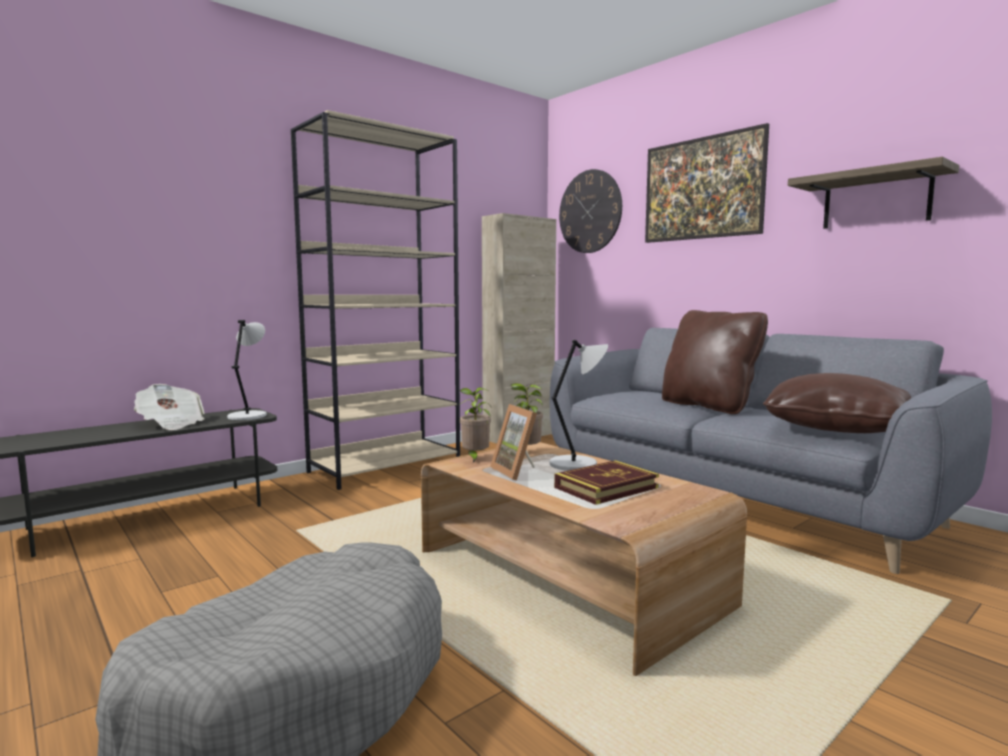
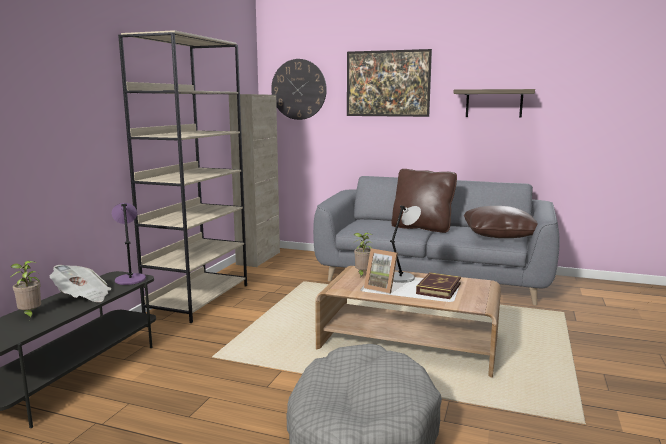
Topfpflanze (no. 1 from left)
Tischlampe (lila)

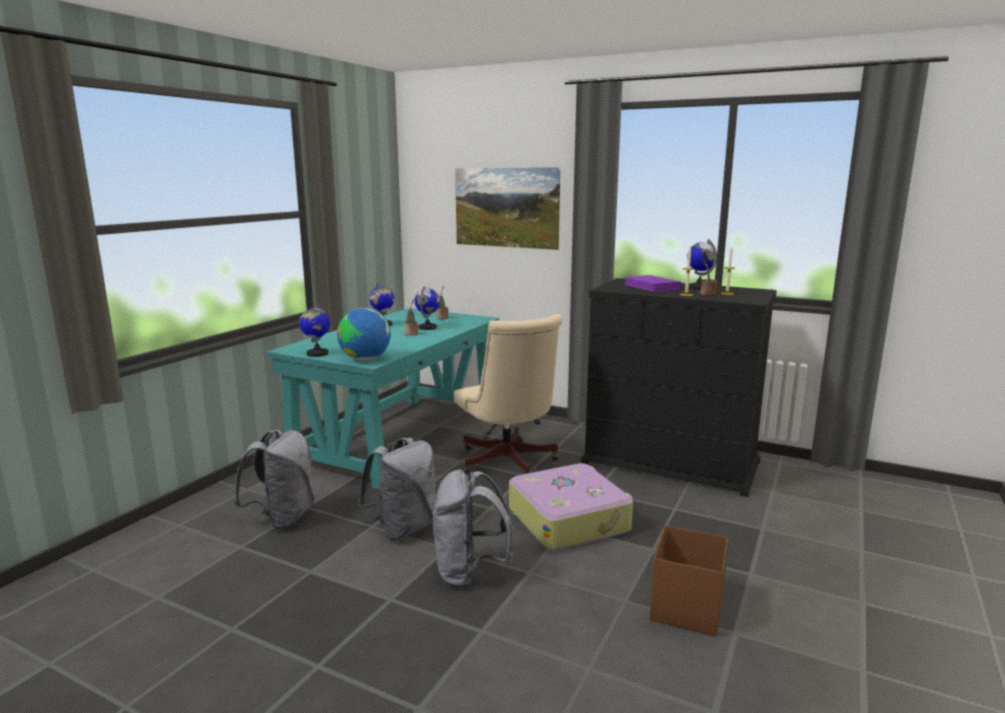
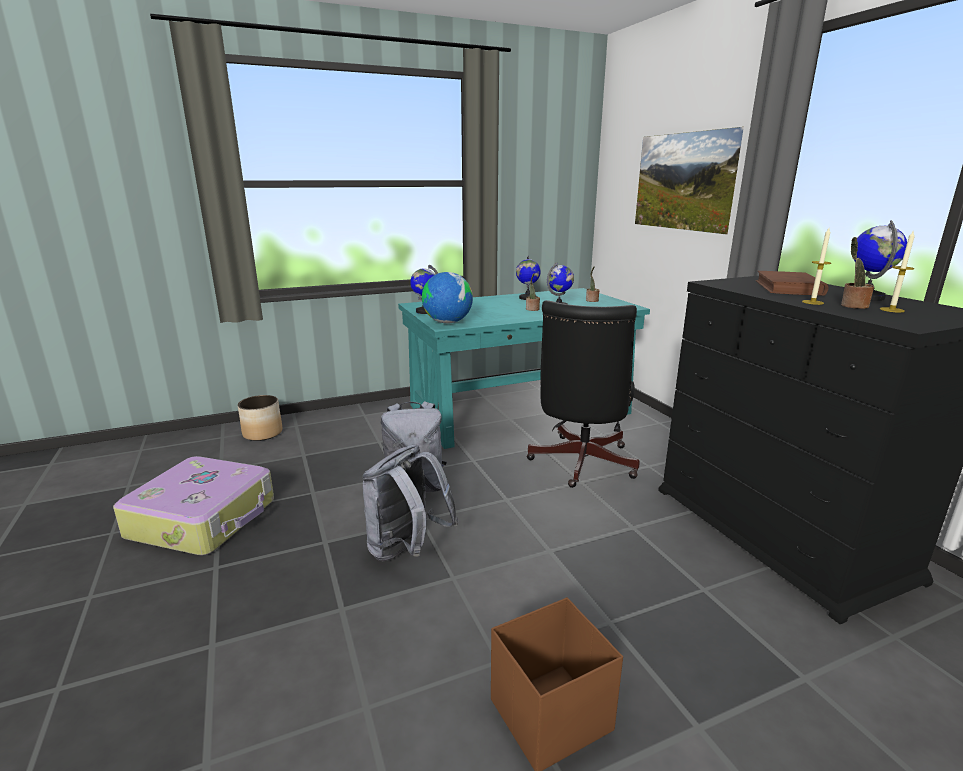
Rucksack (grau) (no. 1 from left in the first image)
Pflanzkübel
Koffer
Bürostuhl (schwarz)
Buch (braun)

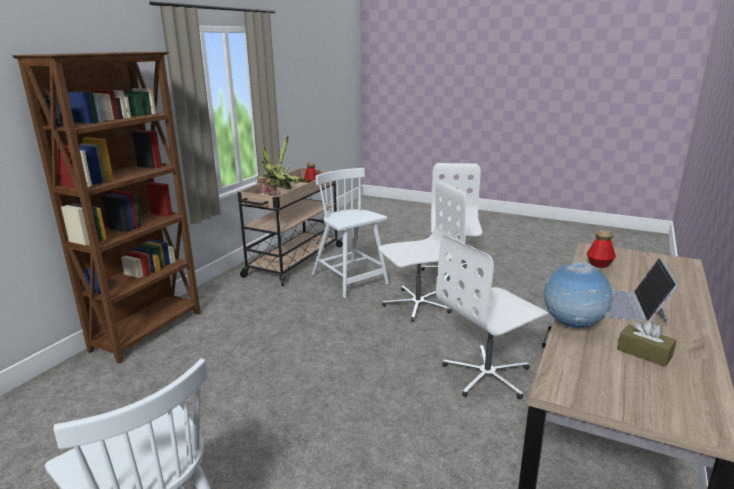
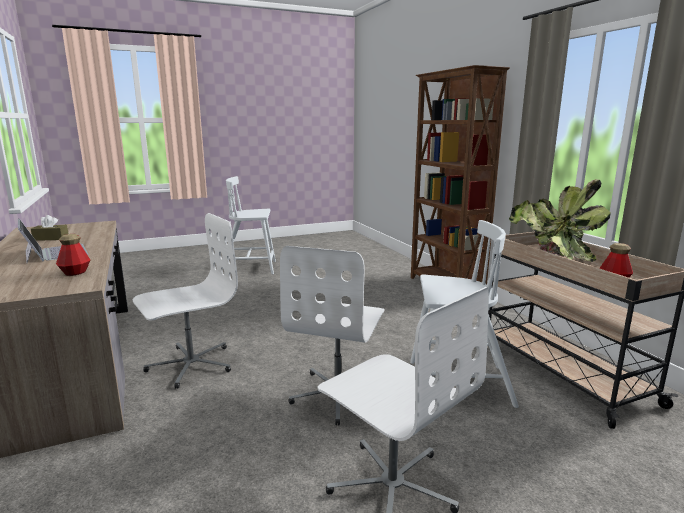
Globus
Bürostuhl (weiß) (no. 1 from left)

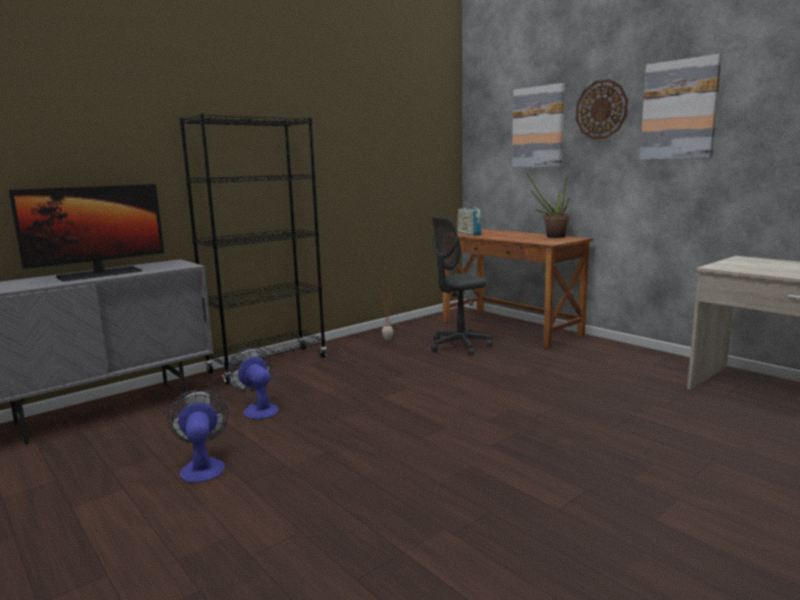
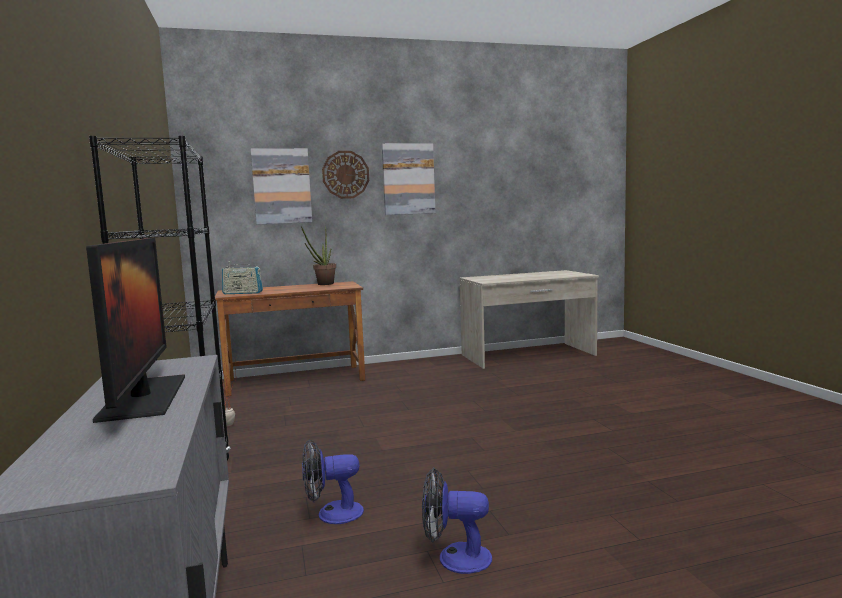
Bürostuhl (grau)

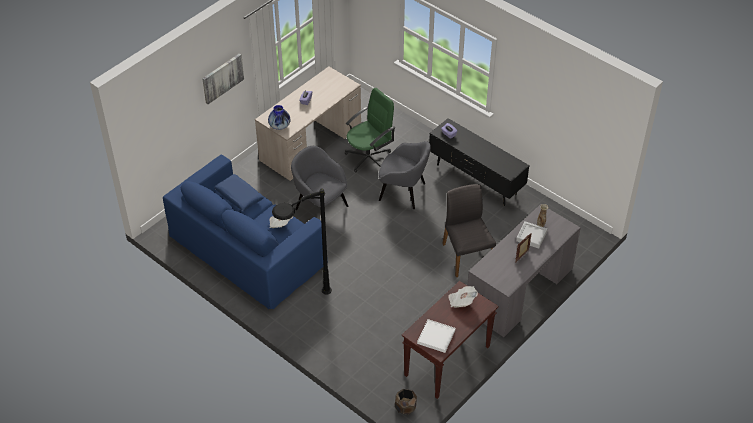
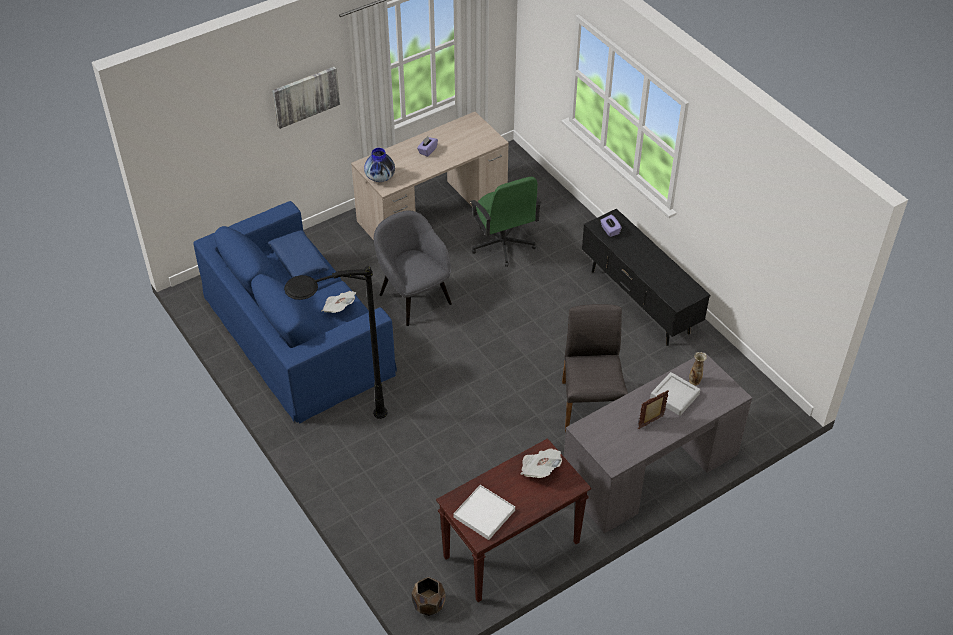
Sessel (grau) (no. 2 from left in the first image)
Bürostuhl (grün)

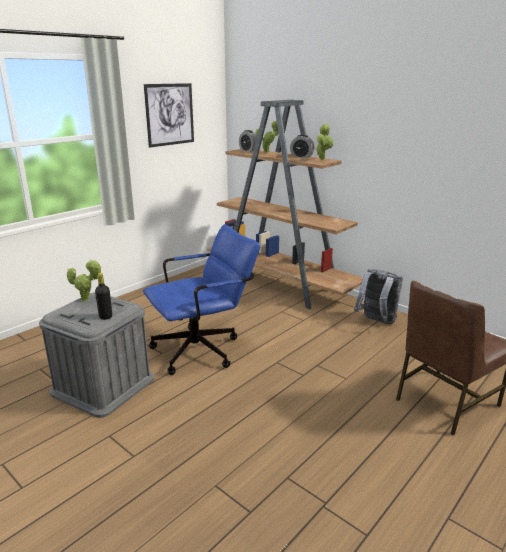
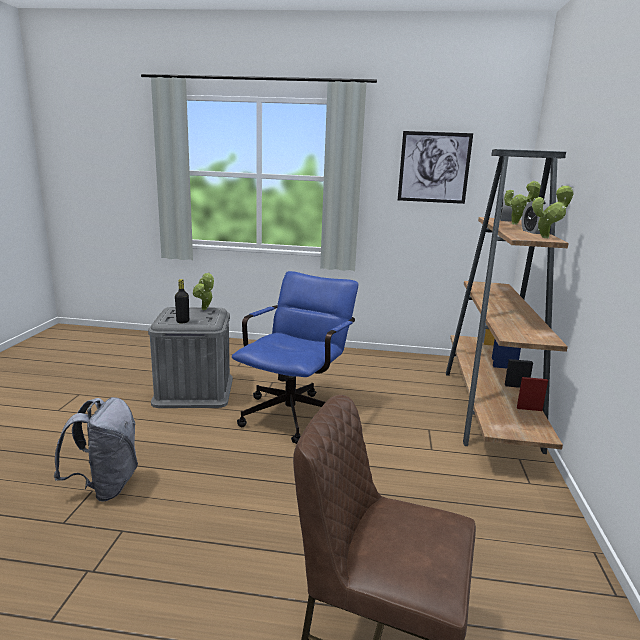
Rucksack (grau)
Bürostuhl (blau)

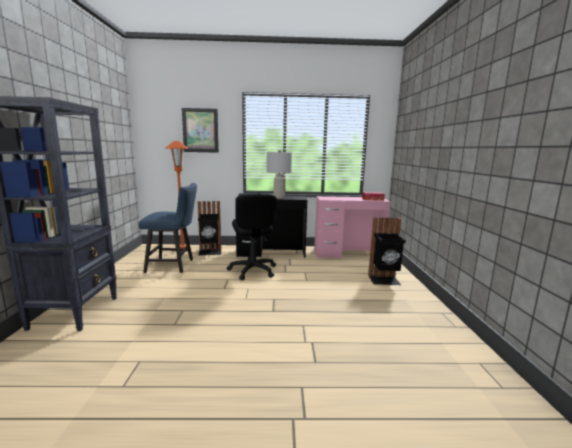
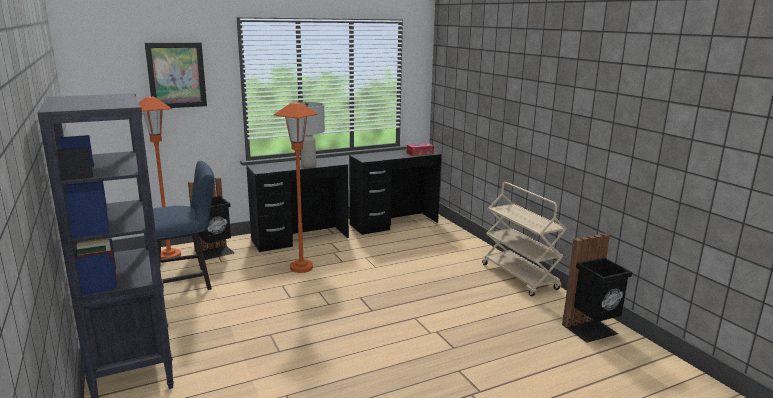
Rollwagen (beige)
Mülleimer (schwarz) (no. 2 from left)
Stehlampe (orange) (no. 2 from left)
Schreibtisch (schwarz) (no. 2 from left)

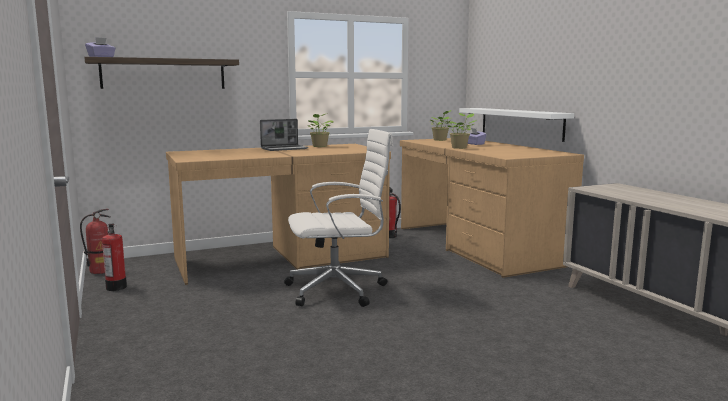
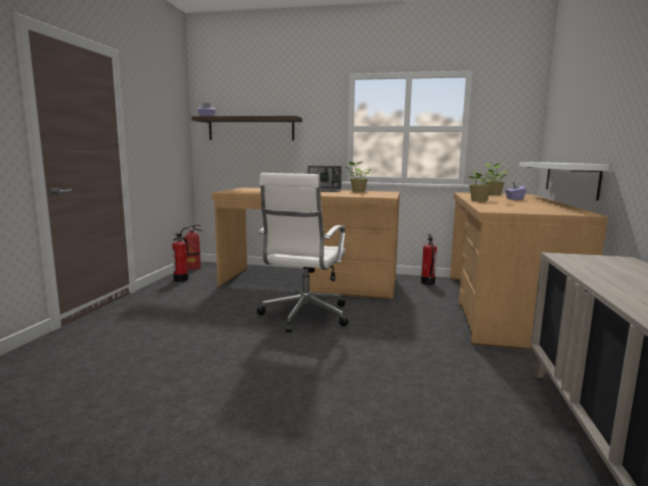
Bürostuhl (weiß)

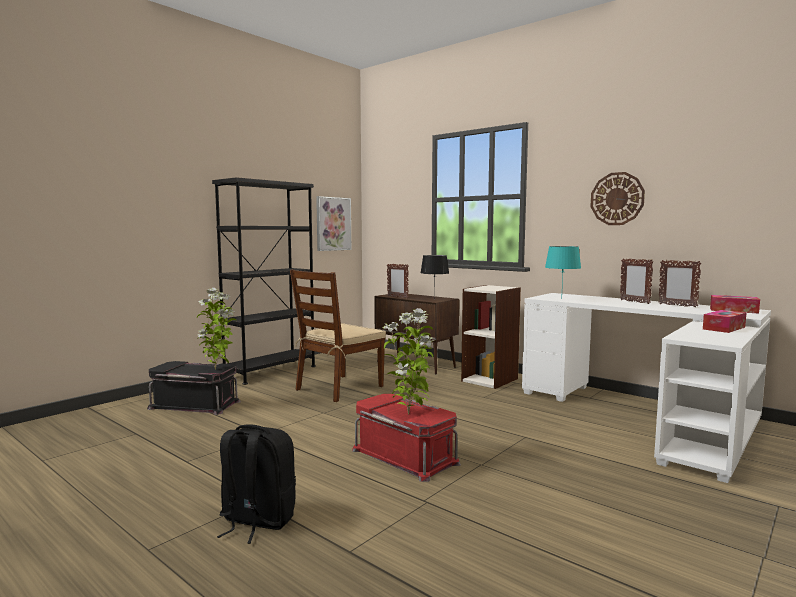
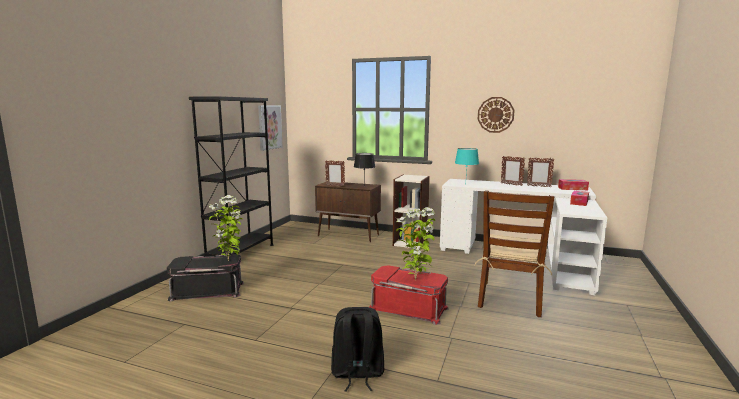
Stuhl (braun)

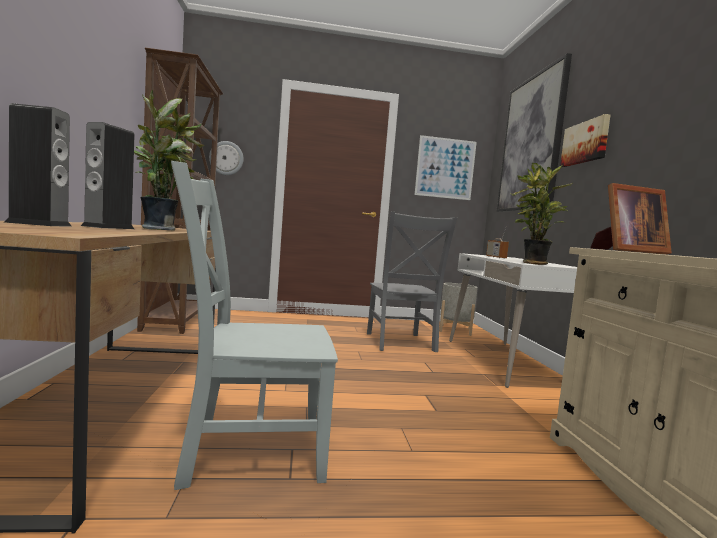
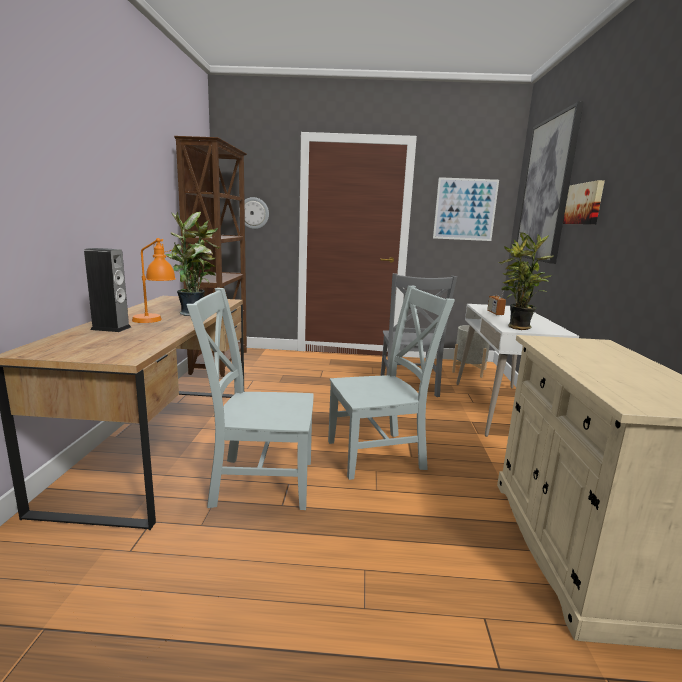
Bilderrahmen
Stuhl (grau) (no. 2 from left)
Tischlampe (orange)

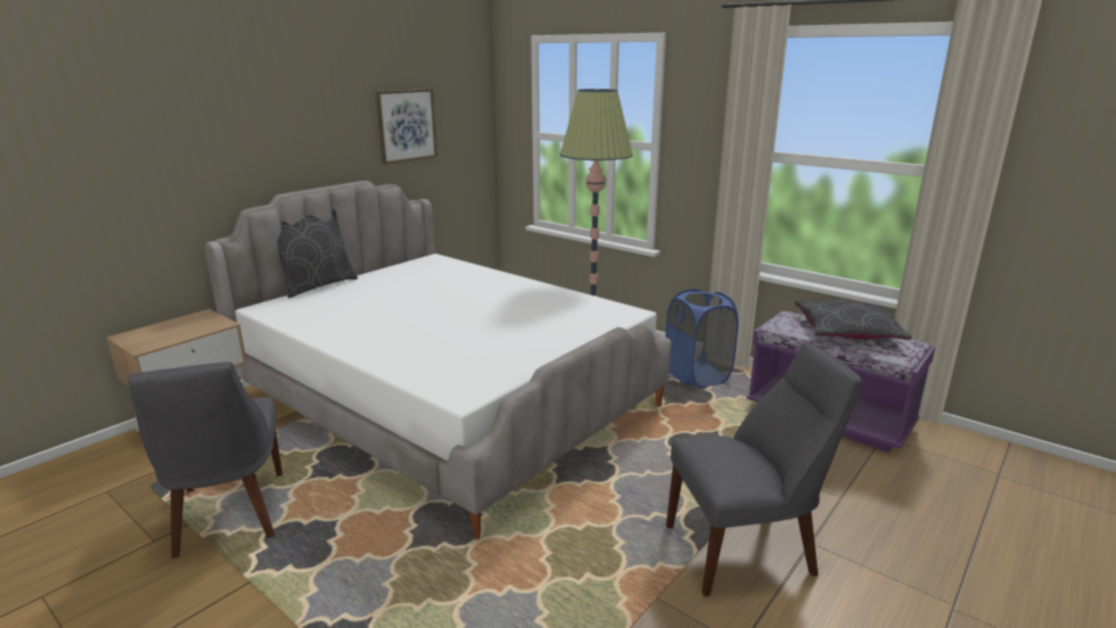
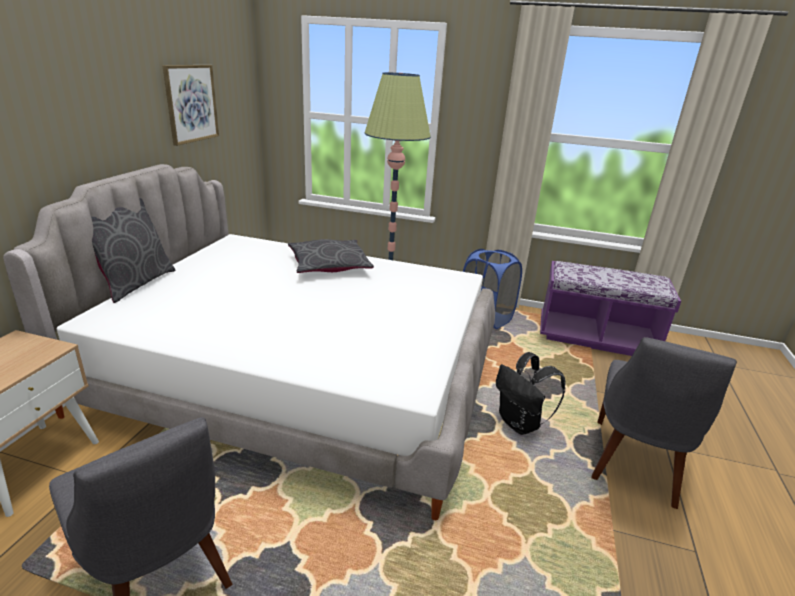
Rucksack (schwarz)
Kissen (grau) (no. 2 from left)
Stuhl (grau) (no. 2 from left)

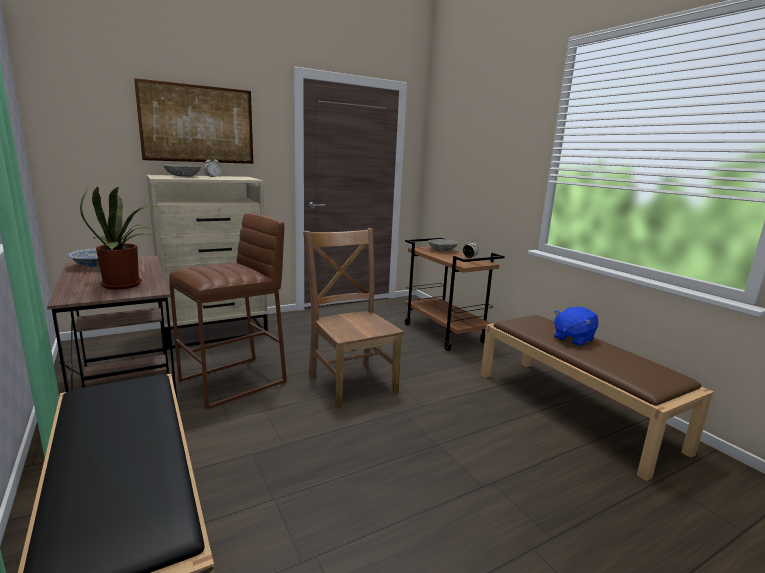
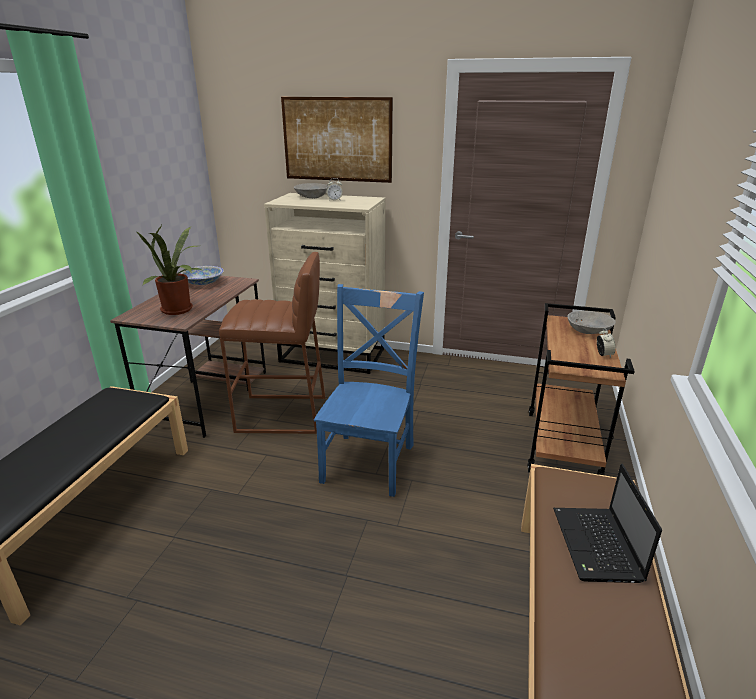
Laptop
Stuhl (blau)

